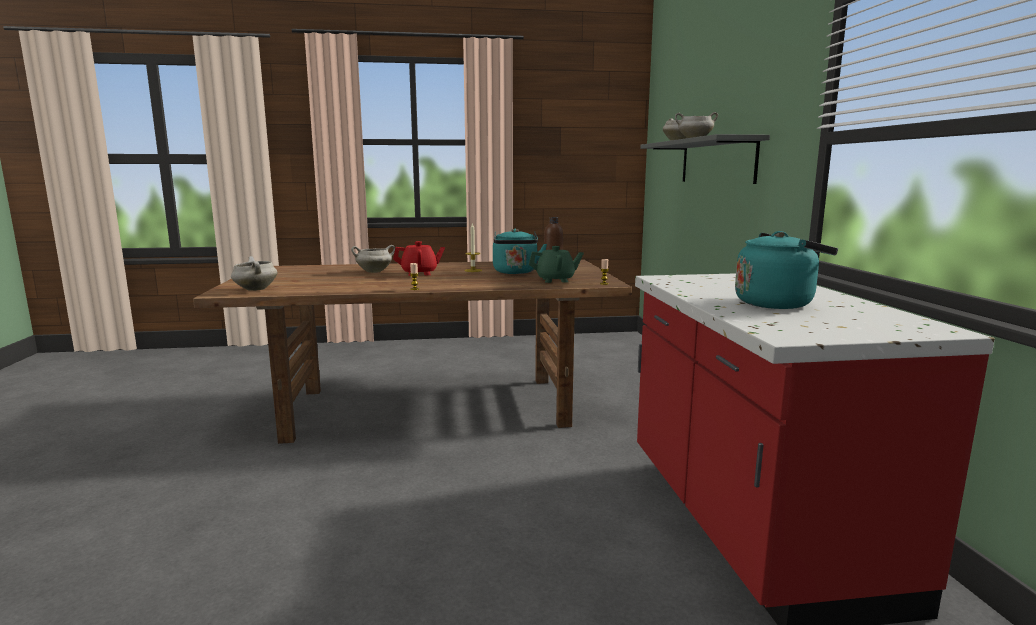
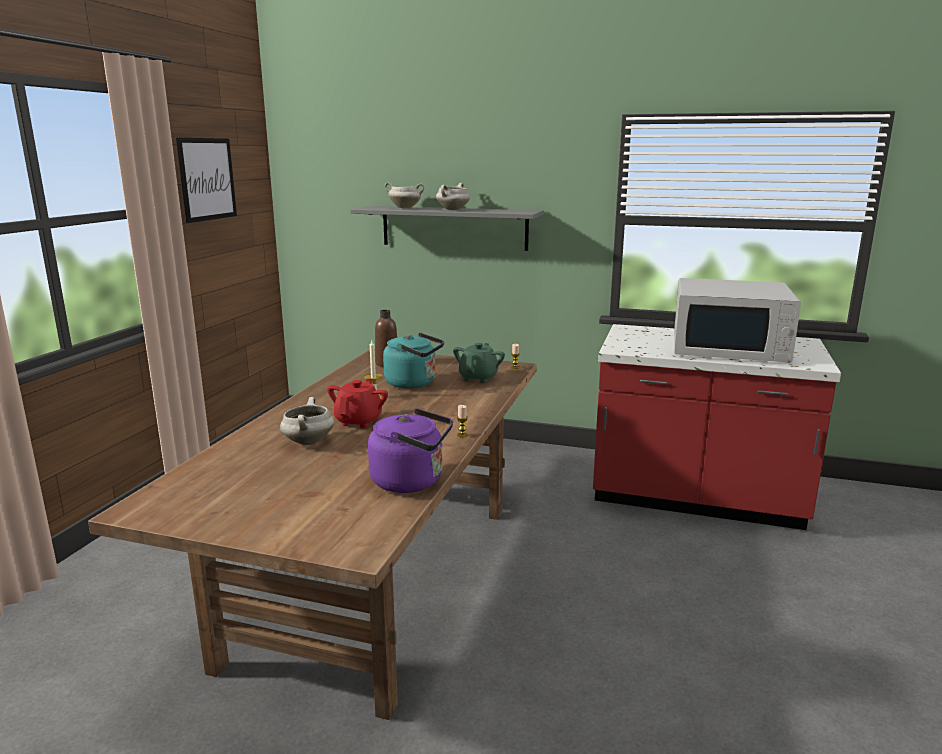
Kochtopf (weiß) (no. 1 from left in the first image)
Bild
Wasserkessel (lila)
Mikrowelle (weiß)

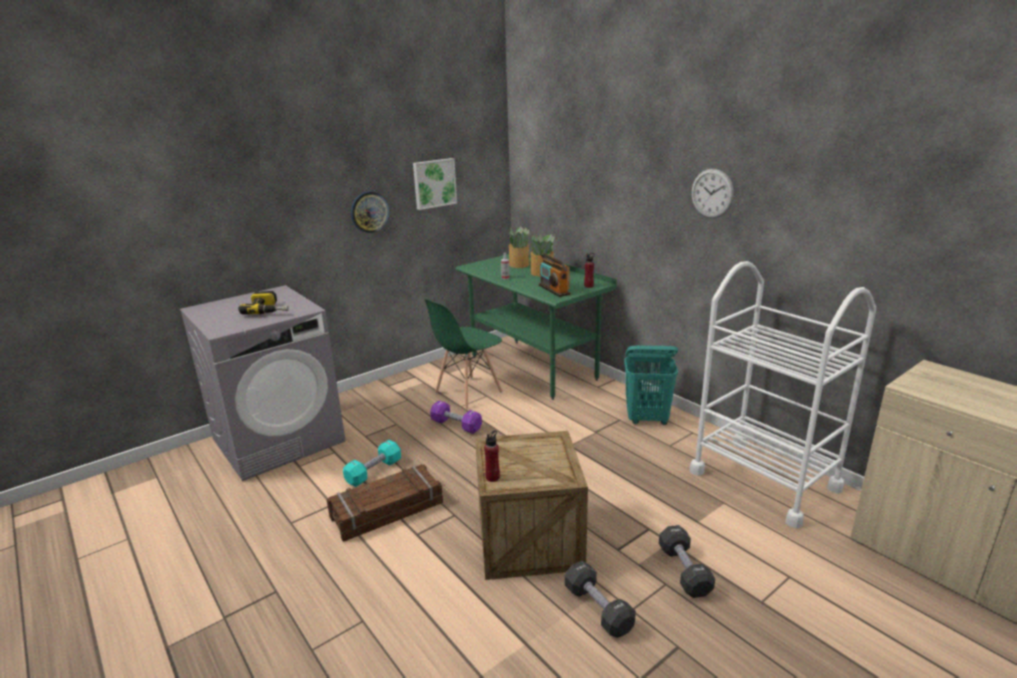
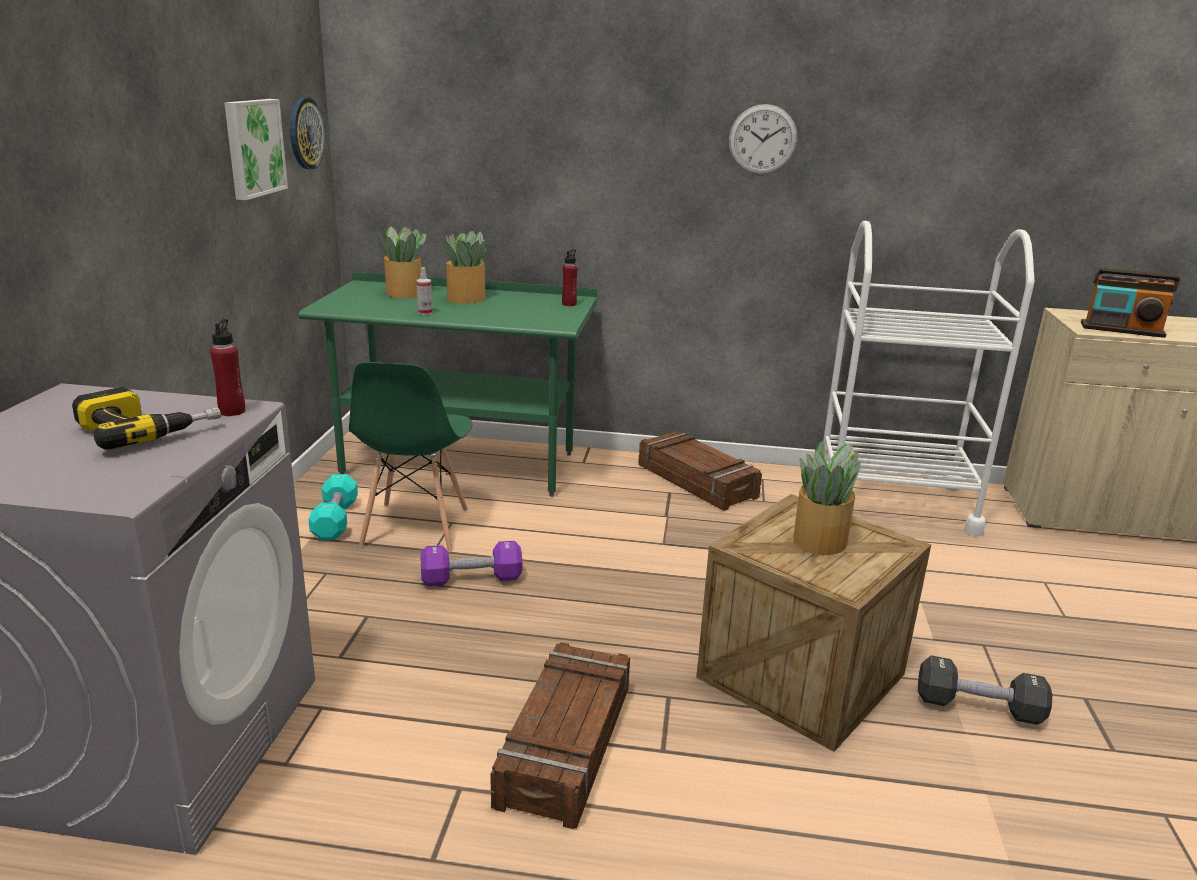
Hantel (schwarz) (no. 2 from left in the first image)
Topfpflanze (no. 3 from left)
Hantel (türkis)
Wanduhr (no. 1 from left)
Flasche (rot) (no. 1 from left)
Radio
Kiste (no. 2 from left)

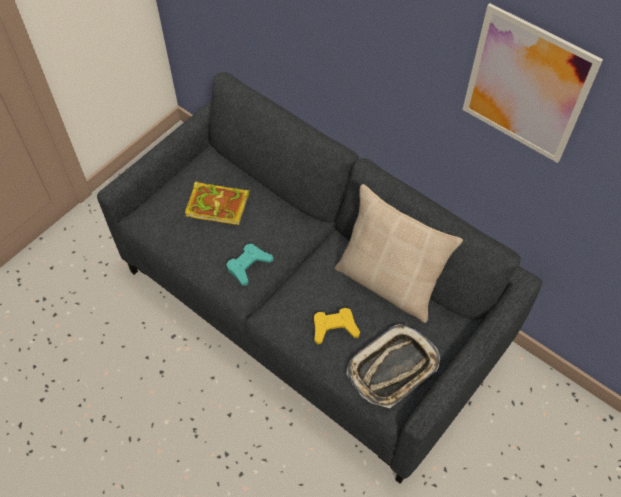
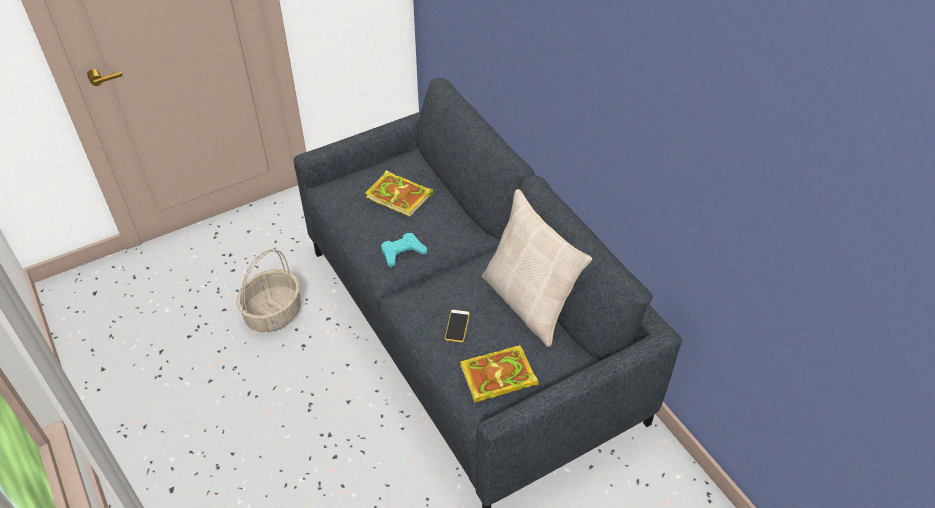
Bild
Korb
Handy
Buch (no. 2 from left)

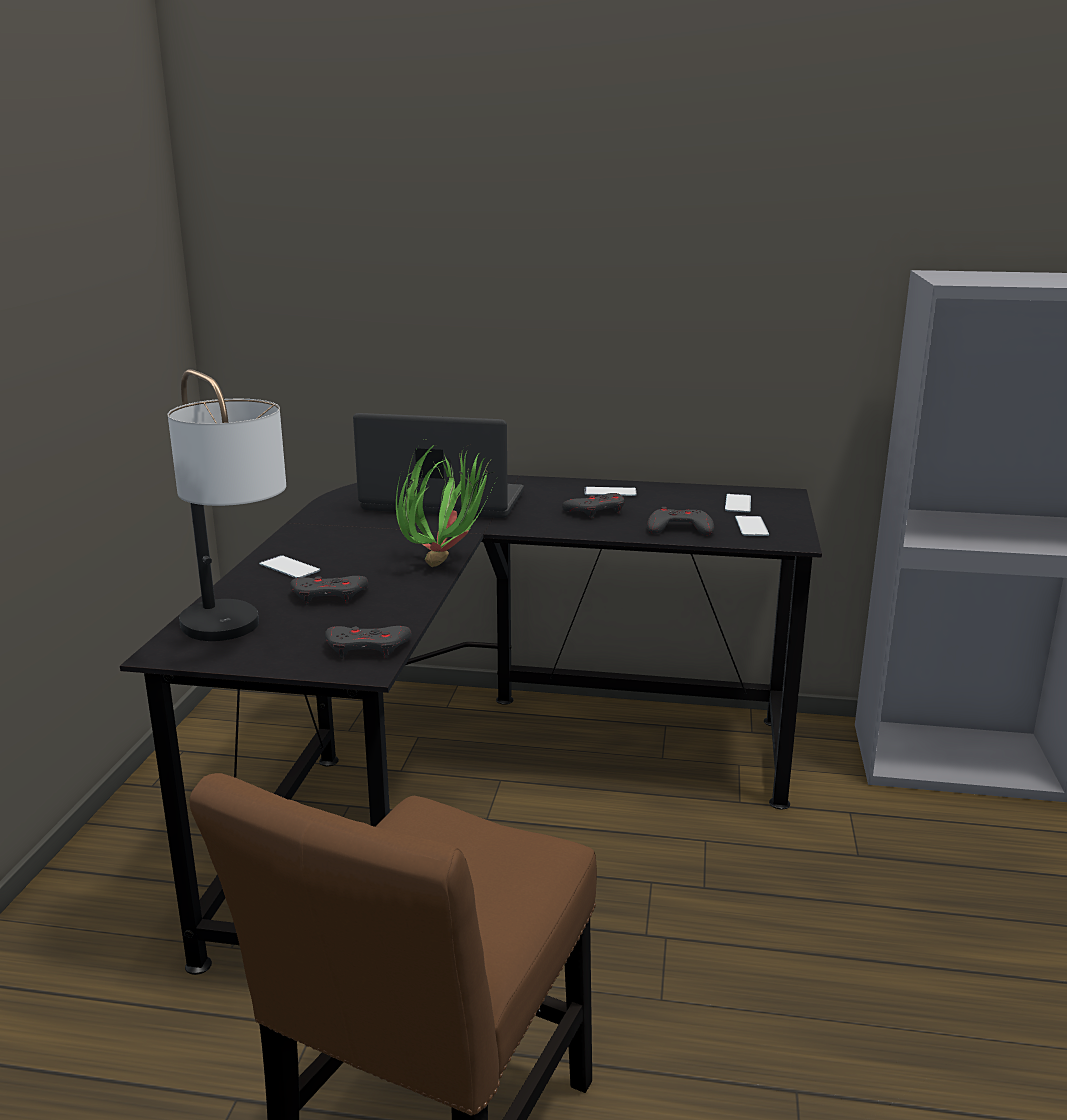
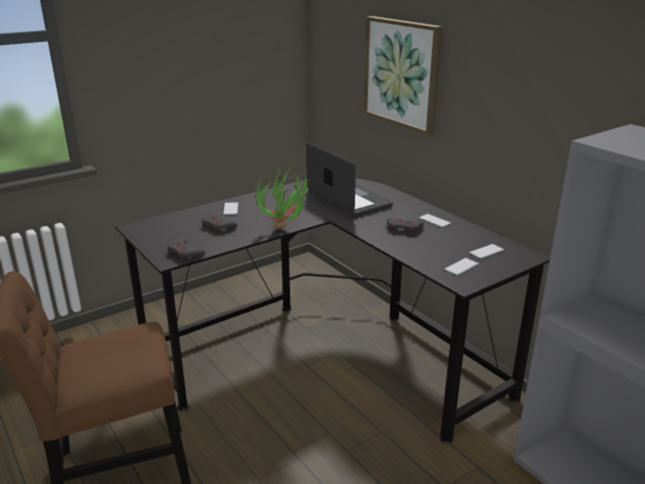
Tischlampe
Gamepad (grau) (no. 4 from left in the first image)
Bild

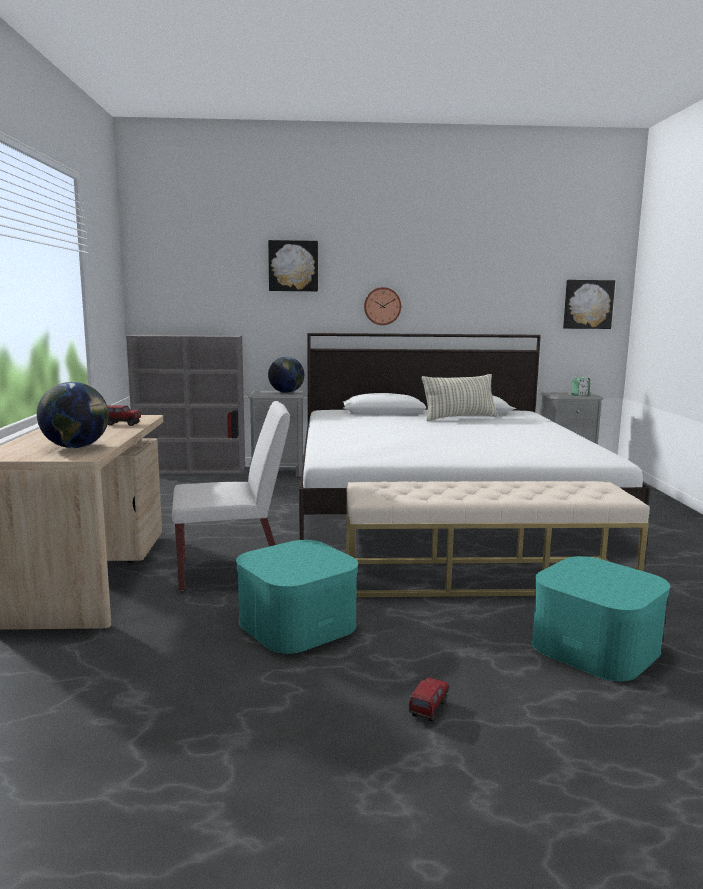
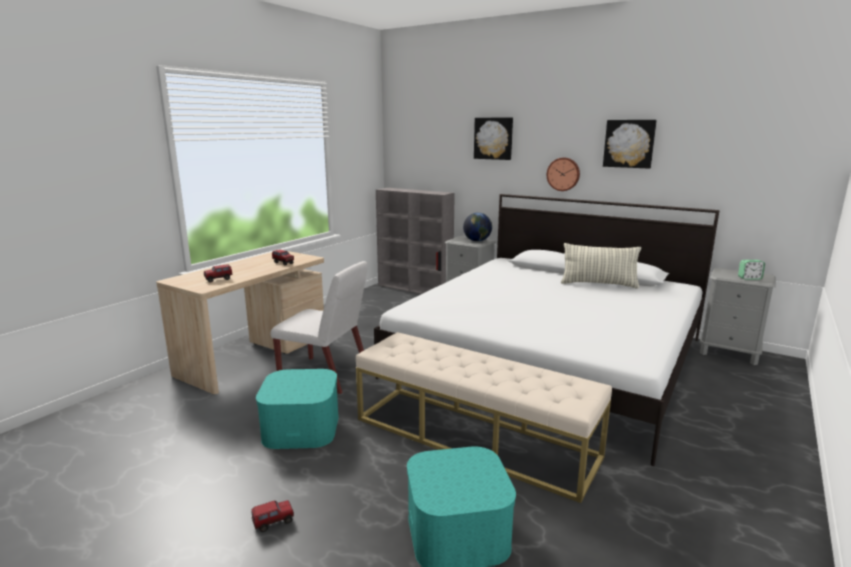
Bild (no. 2 from left)
Spielzeuglaster (no. 1 from left)

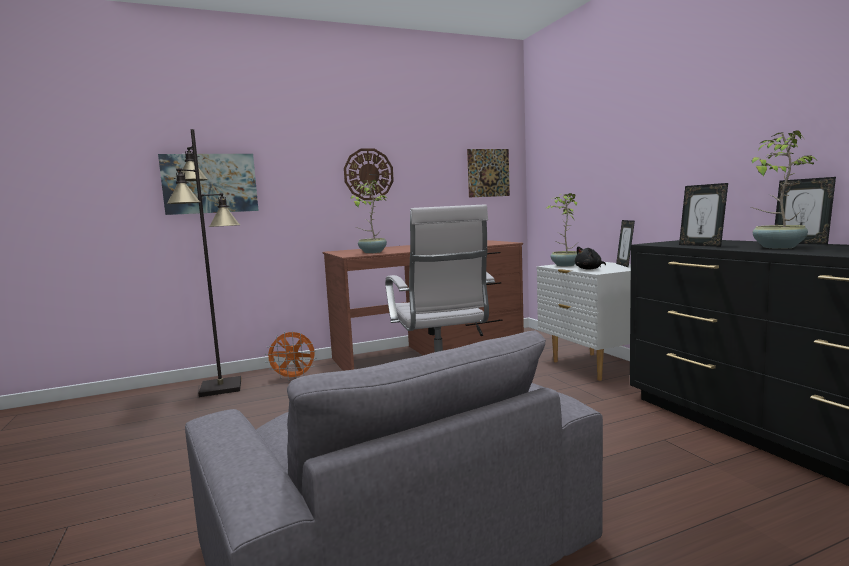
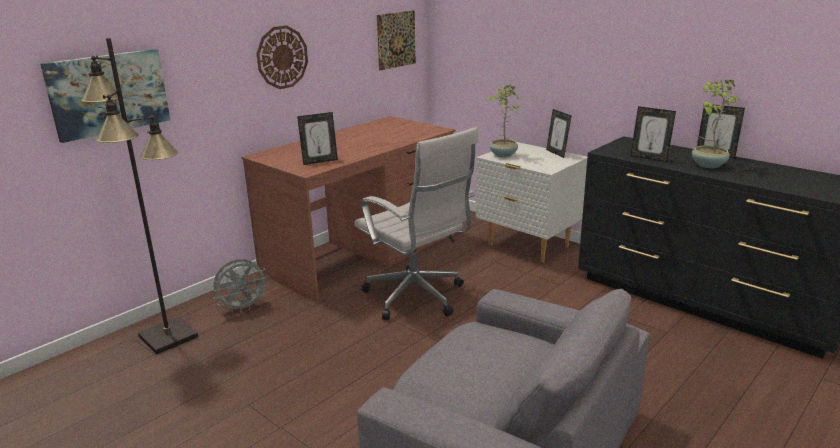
Plüschtier (schwarz)
Bilderrahmen (no. 1 from left)
Ventilator (grau)

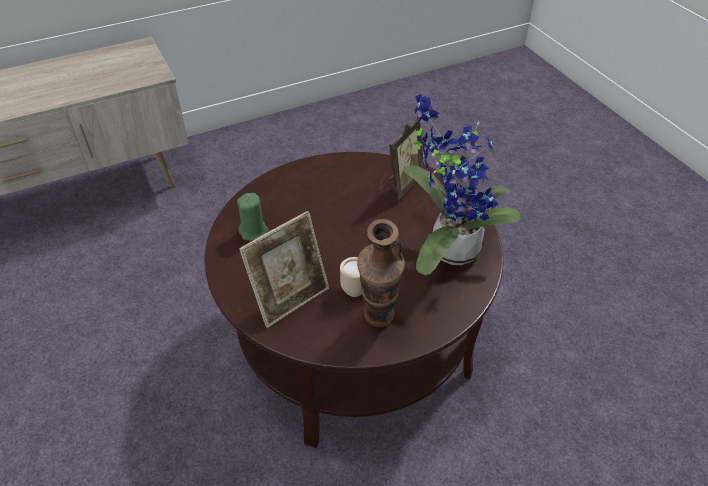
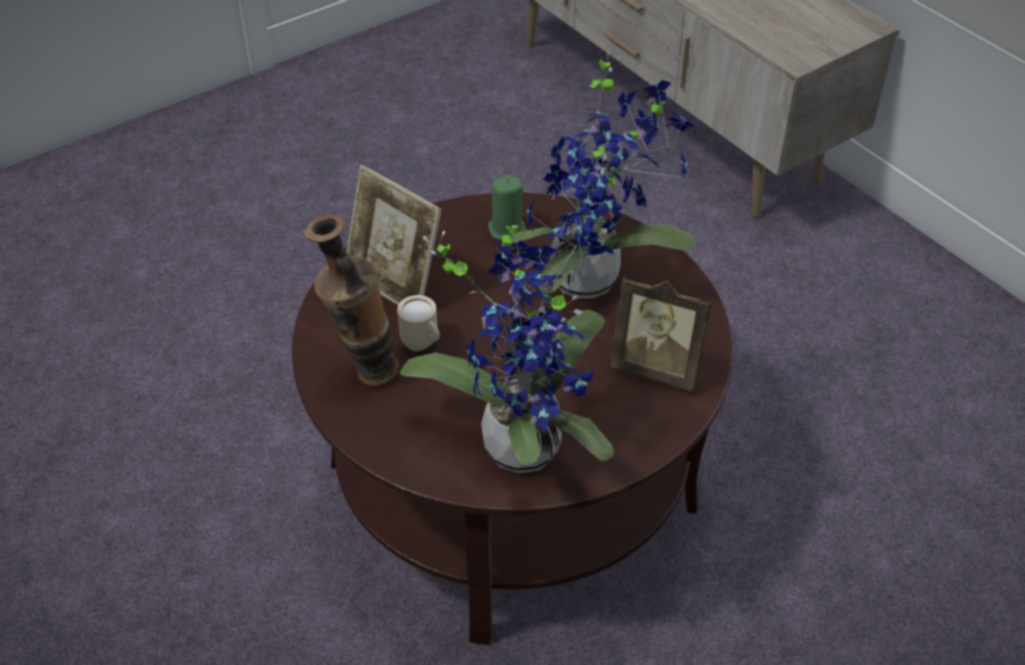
Topfpflanze (no. 2 from left)

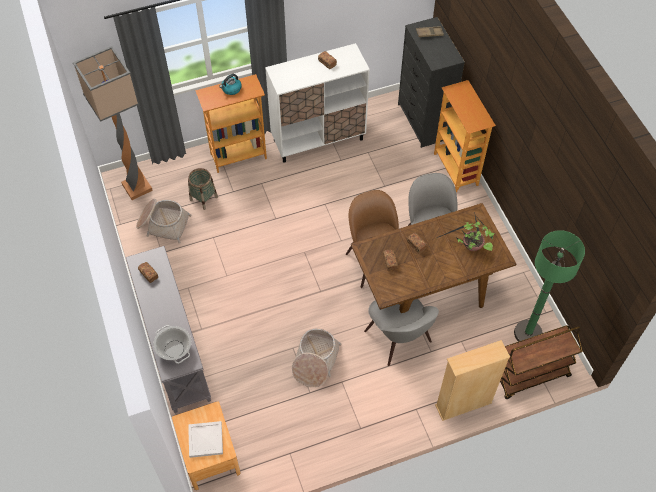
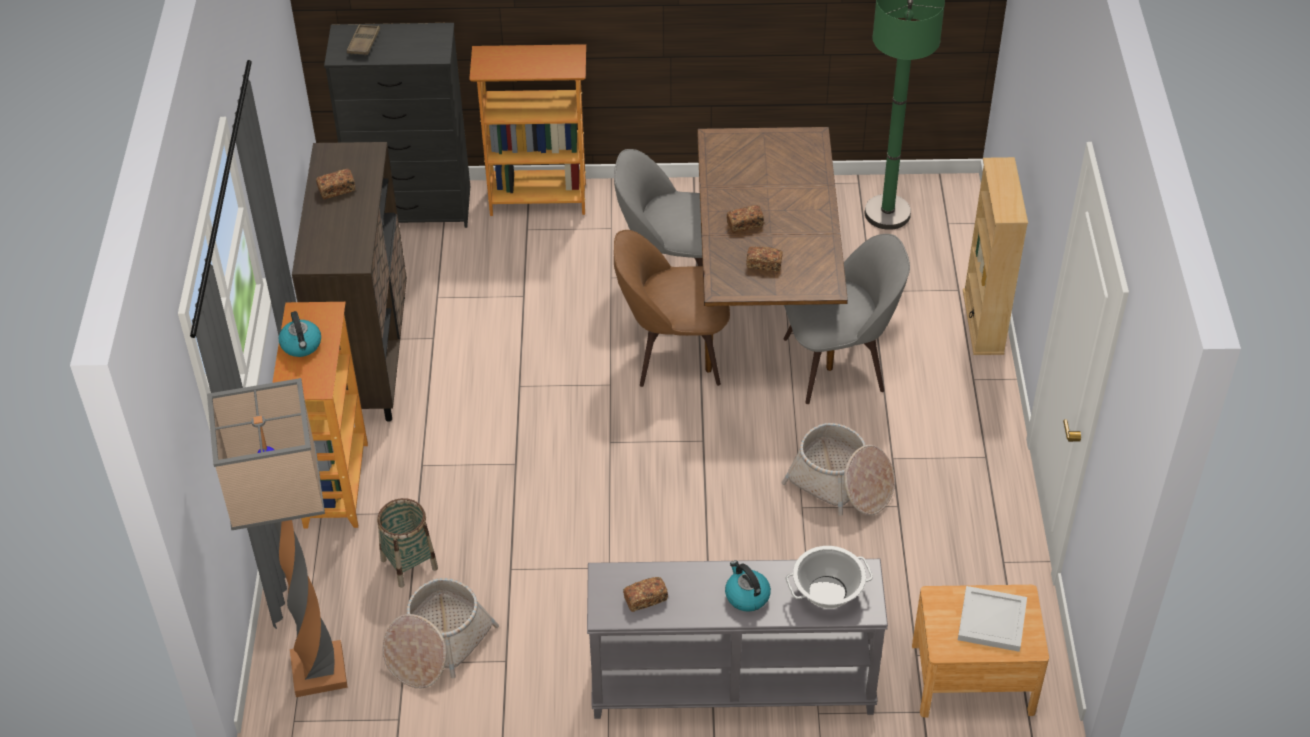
Topfpflanze
Rollwagen (braun)
Wasserkessel (no. 2 from left)
Schrank (braun)

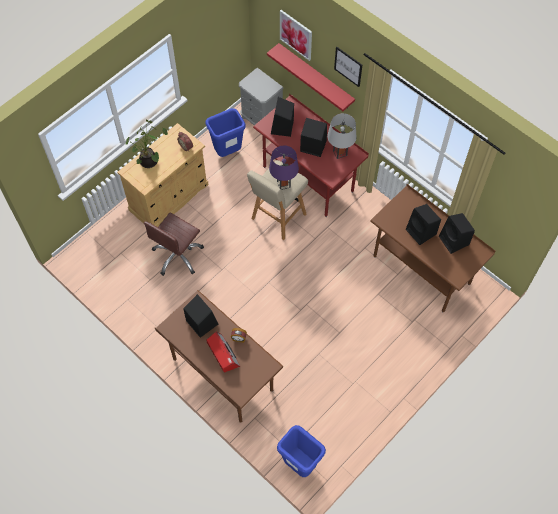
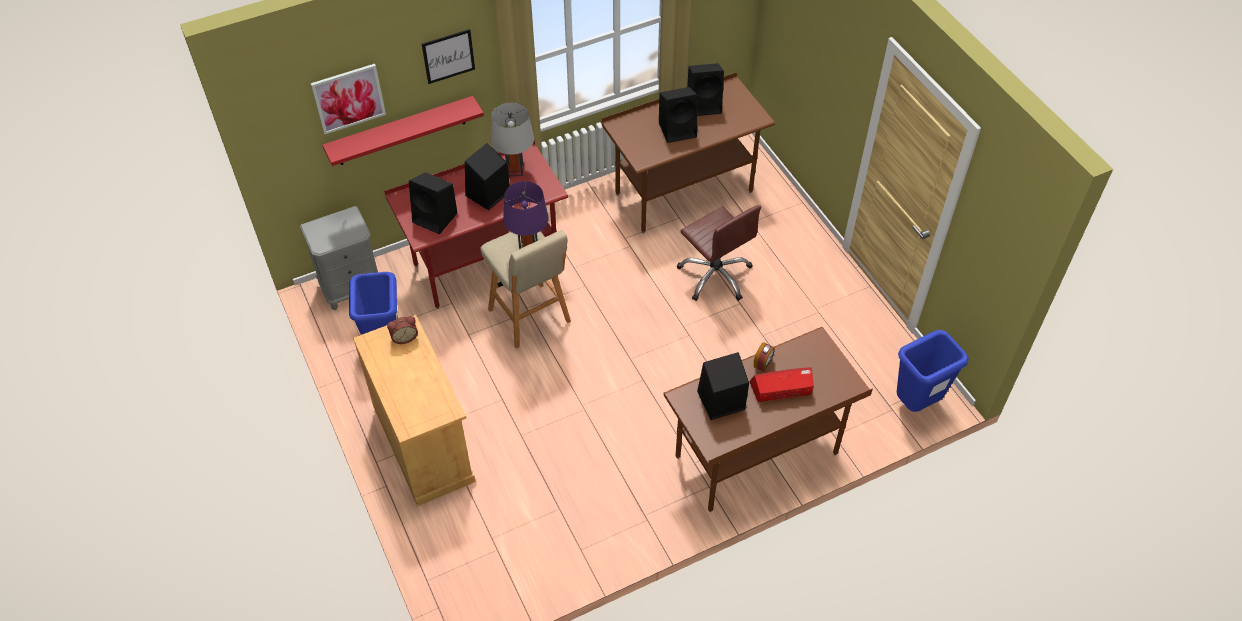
Topfpflanze
Bürostuhl (braun)

